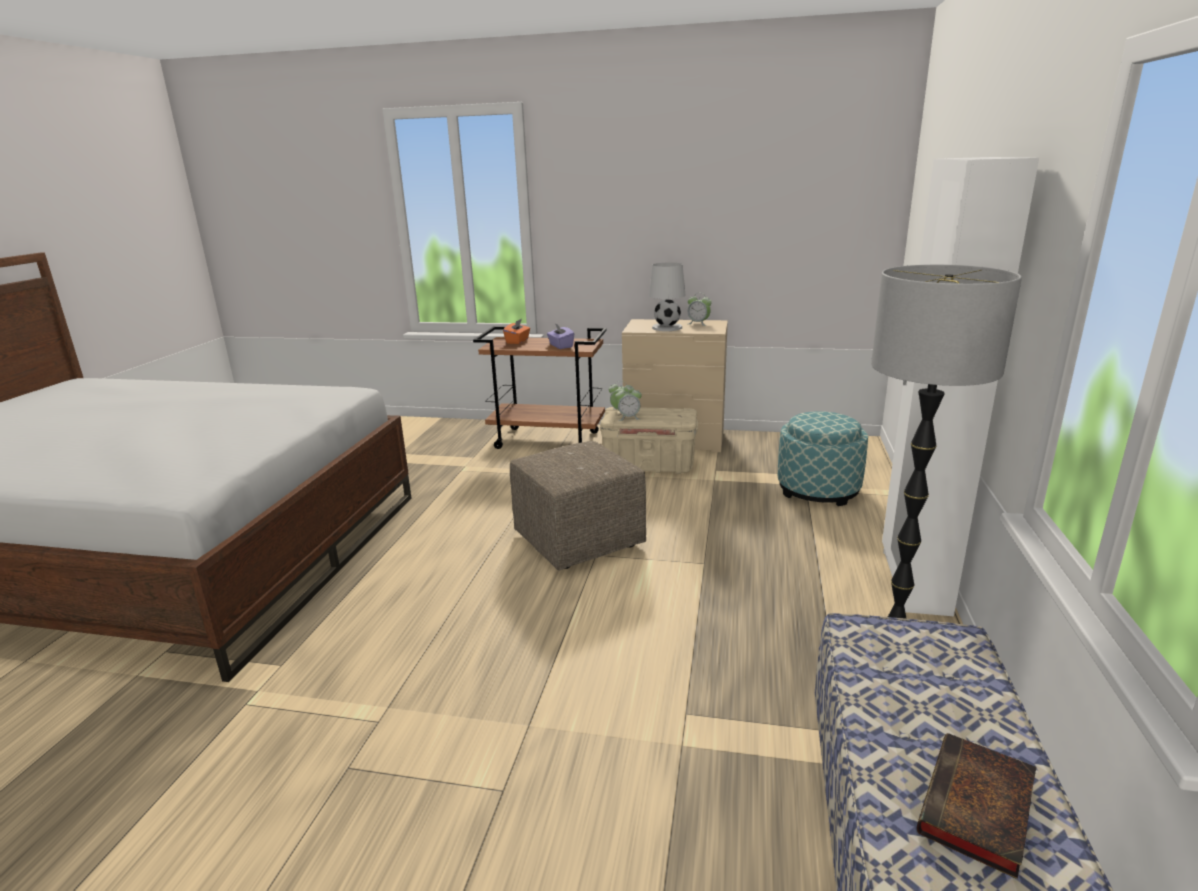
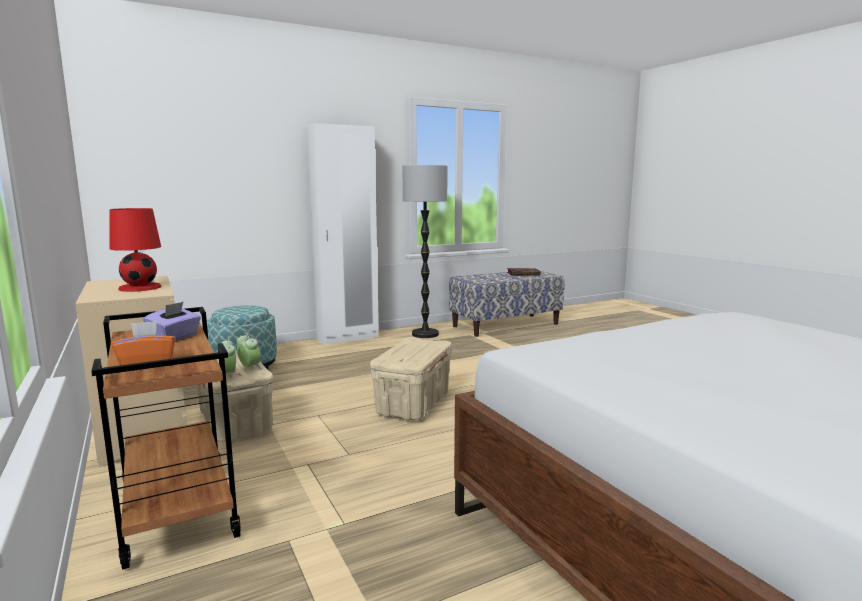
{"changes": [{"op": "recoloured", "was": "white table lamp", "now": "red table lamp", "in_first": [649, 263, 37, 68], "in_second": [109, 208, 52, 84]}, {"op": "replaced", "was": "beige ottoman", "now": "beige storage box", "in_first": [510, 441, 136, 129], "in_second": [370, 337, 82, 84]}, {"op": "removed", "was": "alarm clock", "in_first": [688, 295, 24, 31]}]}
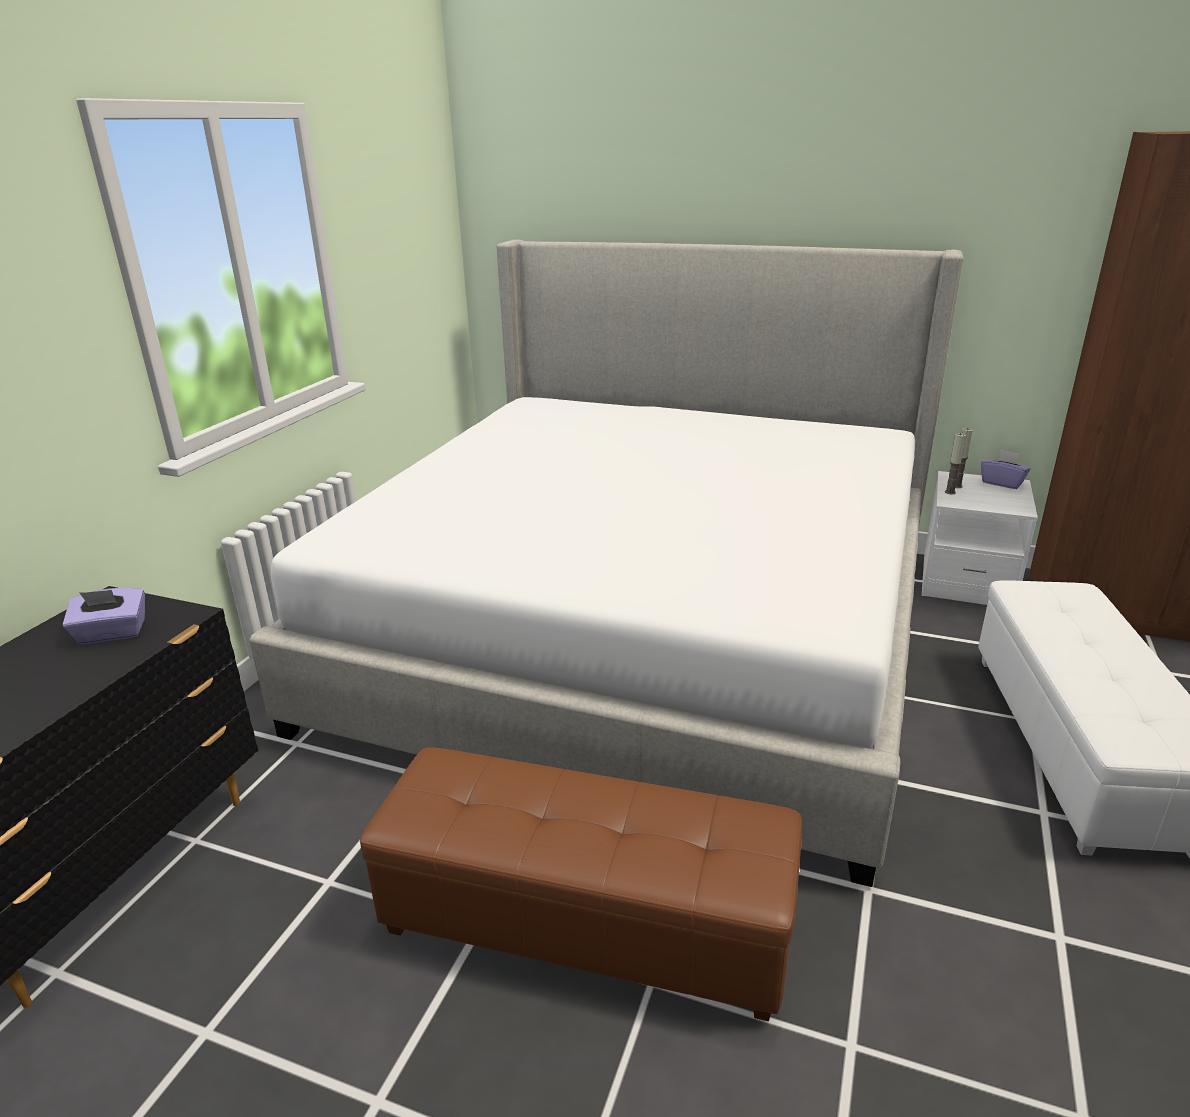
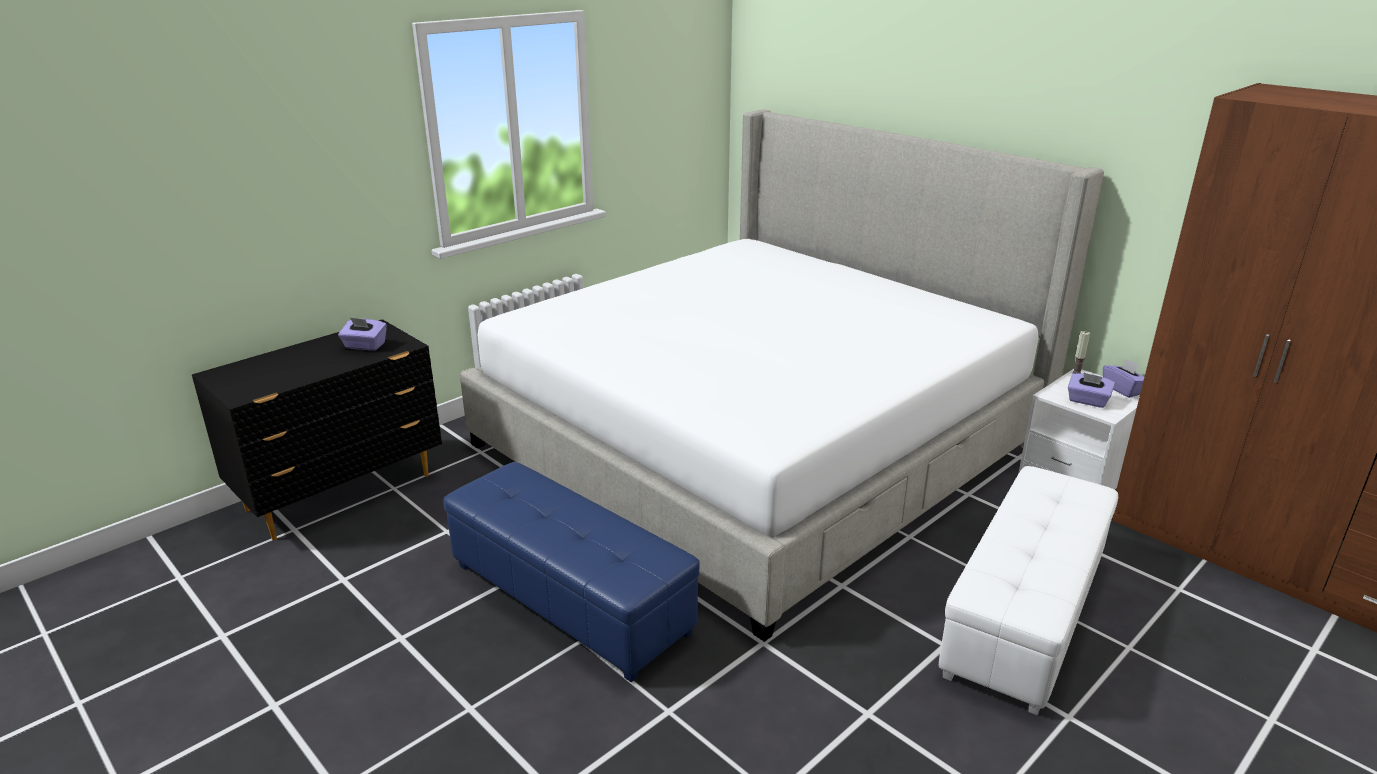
{"changes": [{"op": "recoloured", "was": "brown ottoman", "now": "blue ottoman", "in_first": [360, 747, 442, 274], "in_second": [443, 462, 256, 220]}, {"op": "added", "now": "purple tissue box", "in_second": [1068, 373, 47, 35]}, {"op": "removed", "was": "candle", "in_first": [945, 433, 21, 61]}]}
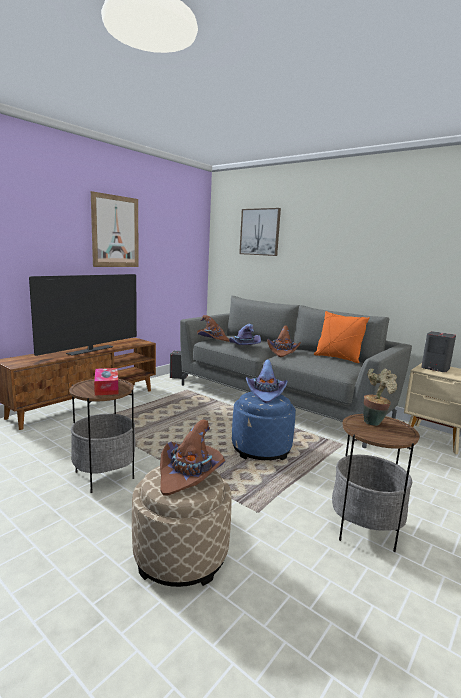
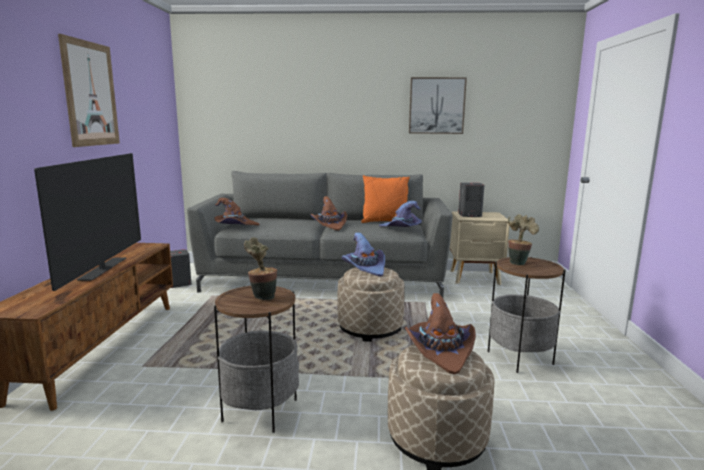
{"changes": [{"op": "replaced", "was": "tissue box", "now": "potted plant", "in_first": [94, 368, 25, 28], "in_second": [244, 237, 33, 63]}, {"op": "recoloured", "was": "blue ottoman", "now": "beige ottoman", "in_first": [232, 392, 64, 68], "in_second": [337, 267, 68, 75]}, {"op": "moved", "was": "purple hat", "in_first": [229, 324, 32, 21], "in_second": [379, 201, 43, 26]}, {"op": "moved", "was": "picture", "in_first": [239, 208, 42, 48], "in_second": [409, 77, 58, 57]}]}
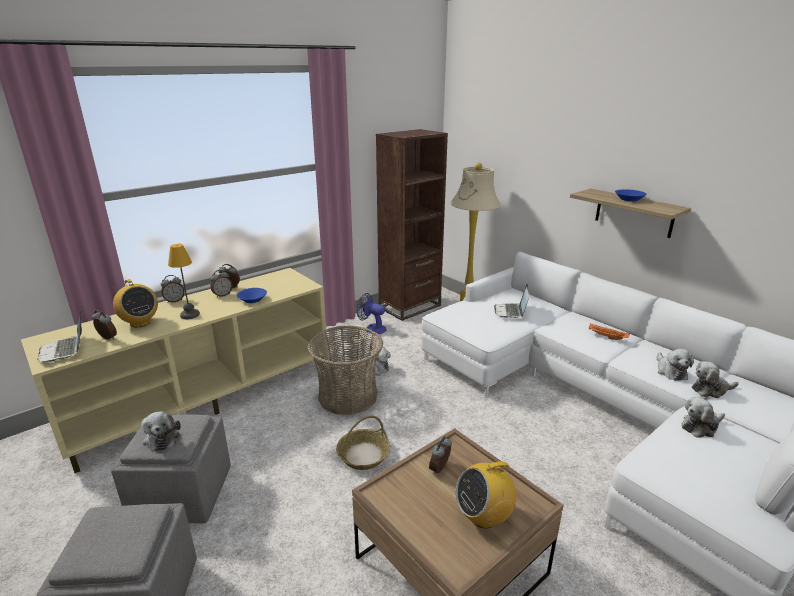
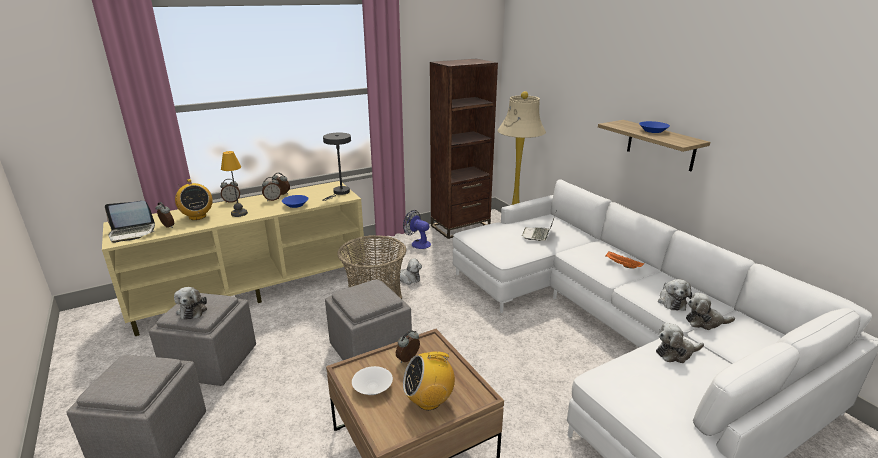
{"changes": [{"op": "turned", "was": "laptop", "in_first": [38, 307, 44, 56], "in_second": [105, 201, 50, 42], "clockwise": -90}, {"op": "added", "now": "grey table lamp", "in_second": [322, 132, 29, 69]}, {"op": "replaced", "was": "basket", "now": "grey ottoman", "in_first": [336, 415, 54, 55], "in_second": [325, 279, 87, 81]}, {"op": "added", "now": "white bowl", "in_second": [352, 366, 41, 29]}]}
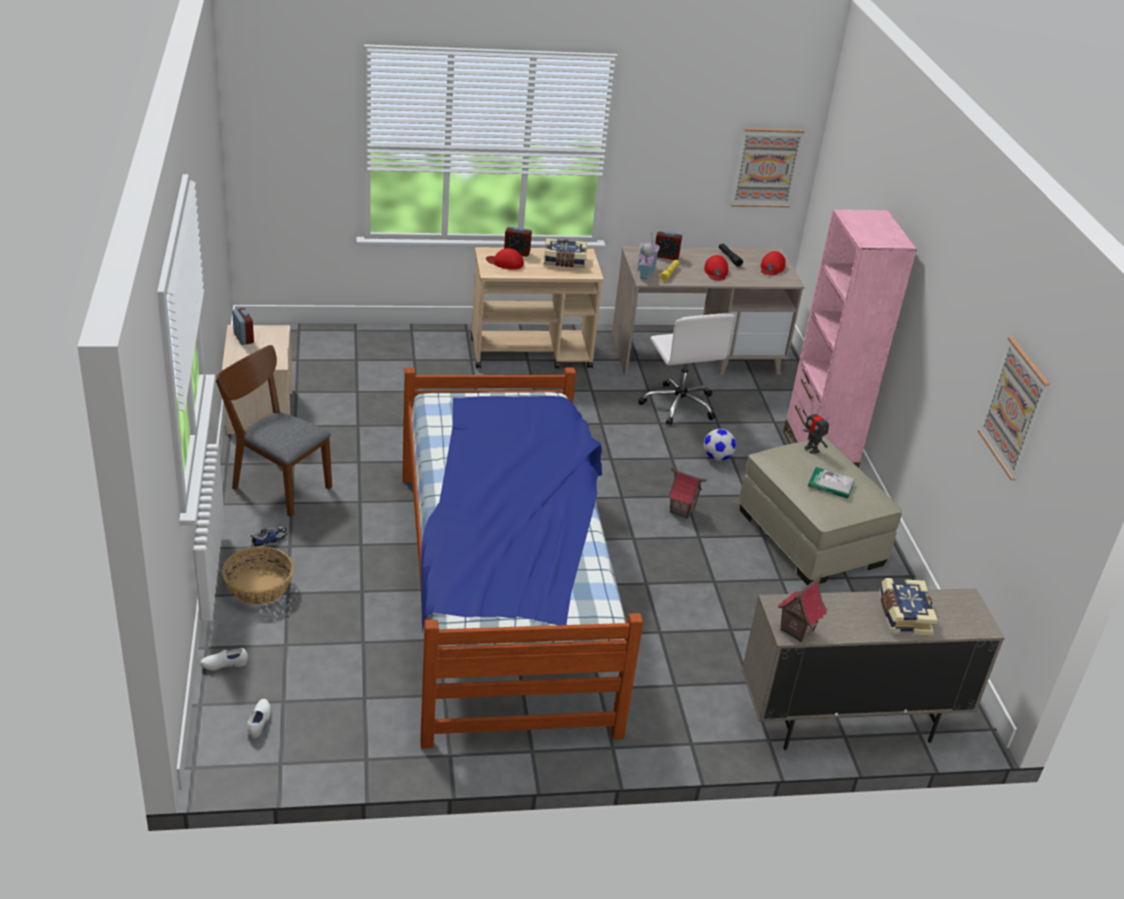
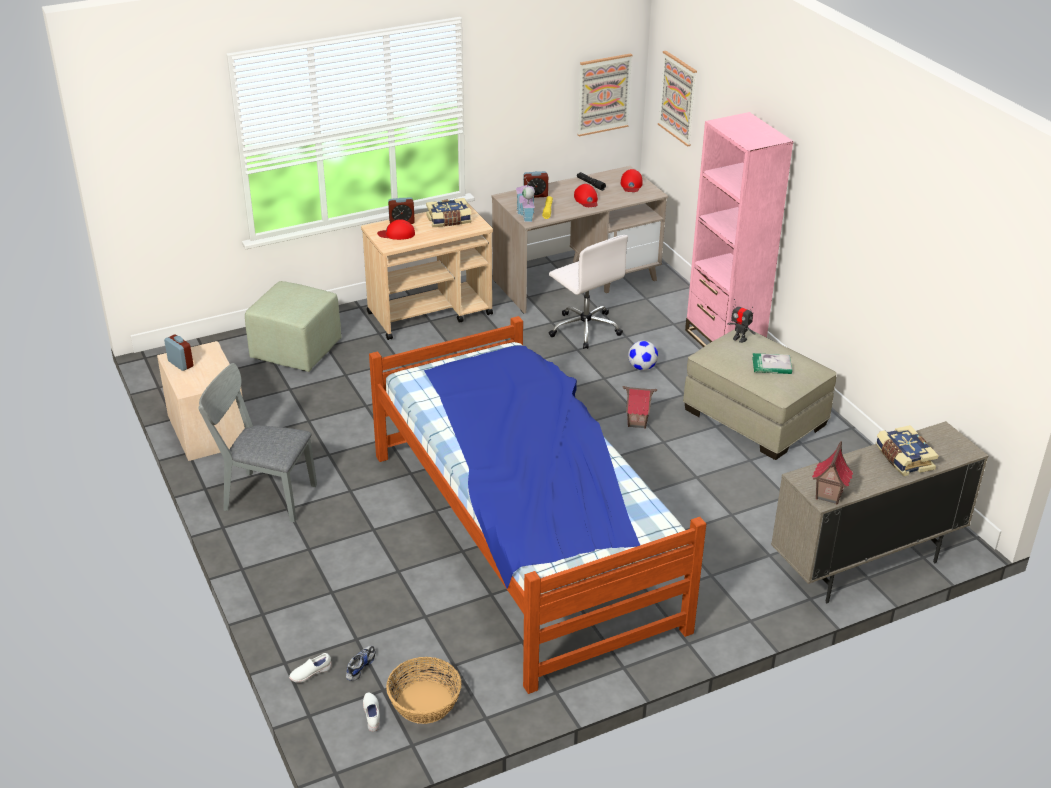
{"changes": [{"op": "recoloured", "was": "brown chair", "now": "grey chair", "in_first": [216, 345, 116, 172], "in_second": [199, 363, 118, 159]}, {"op": "added", "now": "green ottoman", "in_second": [245, 281, 96, 91]}, {"op": "moved", "was": "shoe", "in_first": [251, 527, 37, 20], "in_second": [346, 646, 29, 35]}, {"op": "moved", "was": "basket", "in_first": [222, 546, 72, 59], "in_second": [386, 657, 76, 67]}, {"op": "moved", "was": "picture", "in_first": [978, 337, 72, 143], "in_second": [658, 51, 39, 96]}]}
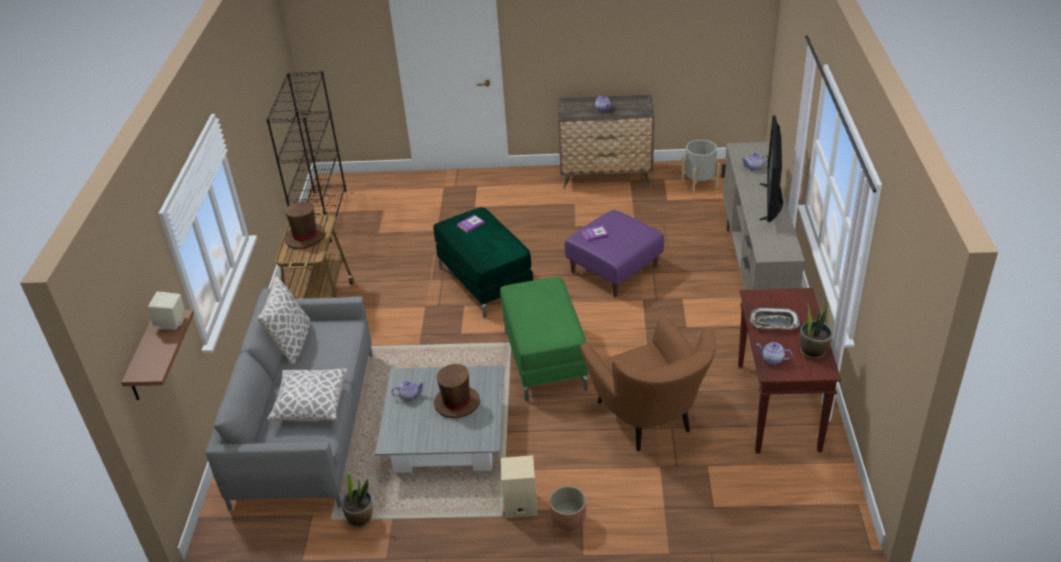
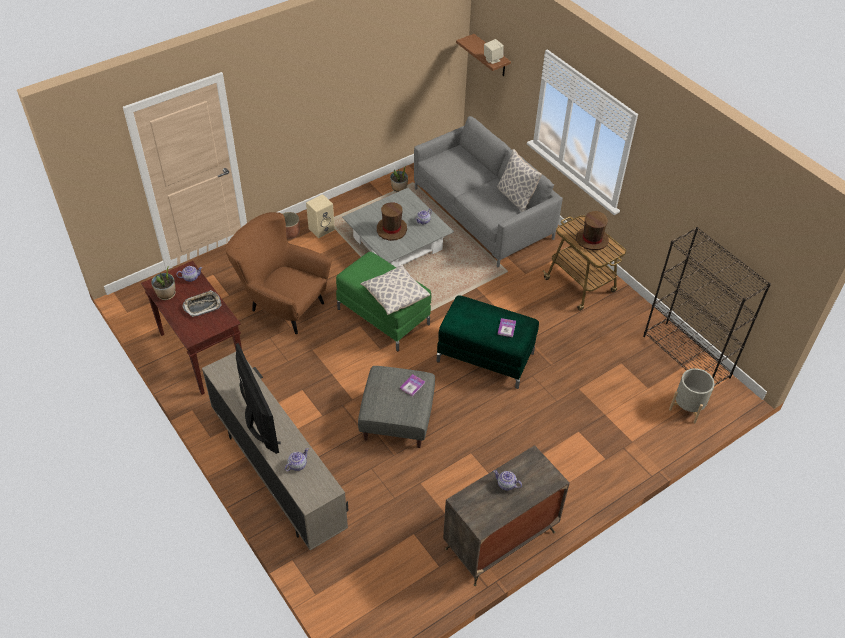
{"changes": [{"op": "recoloured", "was": "purple ottoman", "now": "grey ottoman", "in_first": [565, 210, 99, 87], "in_second": [358, 366, 77, 82]}, {"op": "moved", "was": "pillow", "in_first": [267, 369, 82, 52], "in_second": [360, 264, 70, 51]}, {"op": "moved", "was": "grey planter", "in_first": [681, 140, 39, 53], "in_second": [669, 368, 46, 55]}]}
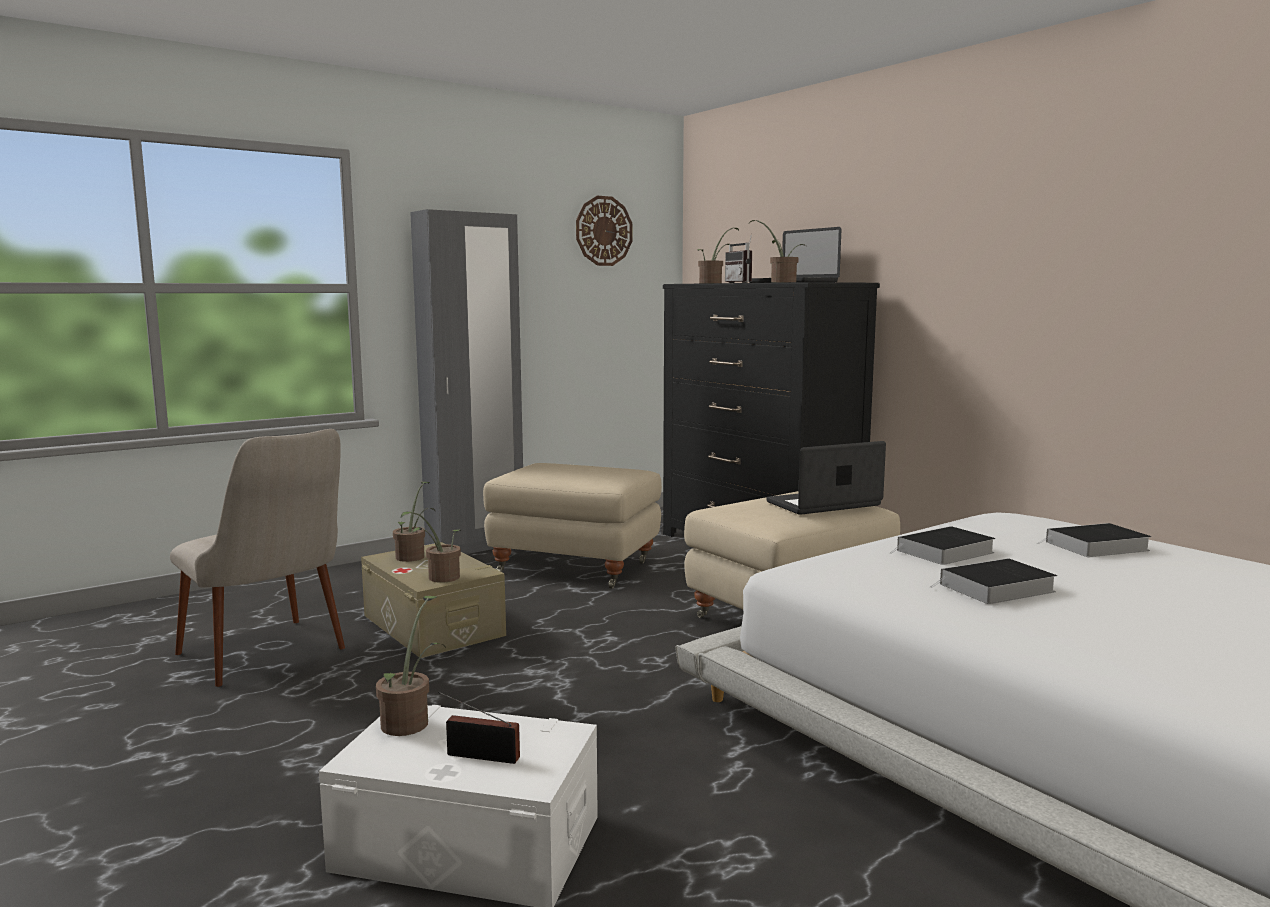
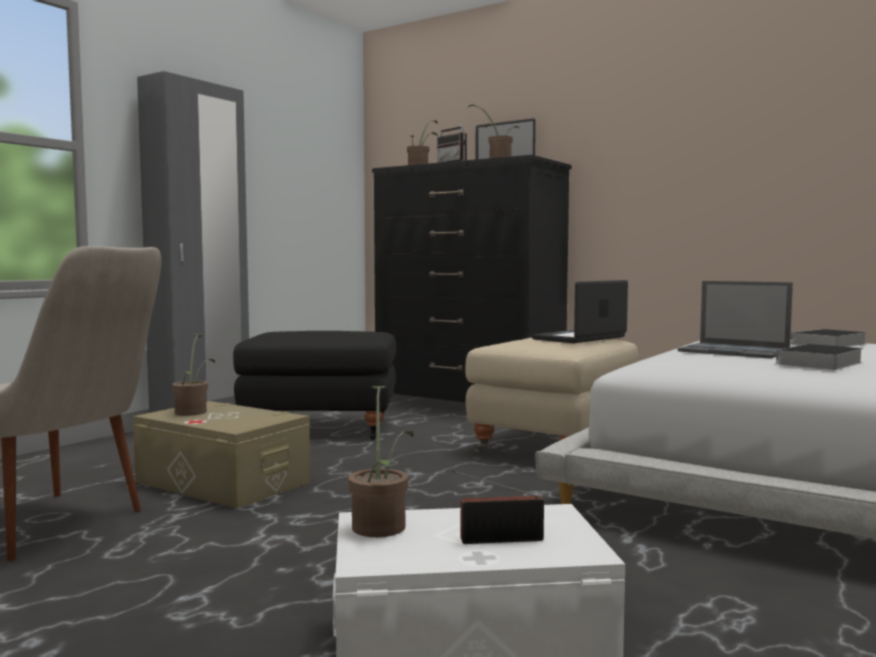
{"changes": [{"op": "recoloured", "was": "beige ottoman", "now": "black ottoman", "in_first": [483, 463, 179, 126], "in_second": [233, 331, 163, 109]}, {"op": "replaced", "was": "book", "now": "laptop", "in_first": [889, 526, 107, 39], "in_second": [678, 281, 115, 78]}, {"op": "removed", "was": "potted plant", "in_first": [401, 511, 60, 72]}, {"op": "removed", "was": "wall clock", "in_first": [576, 196, 56, 70]}]}
